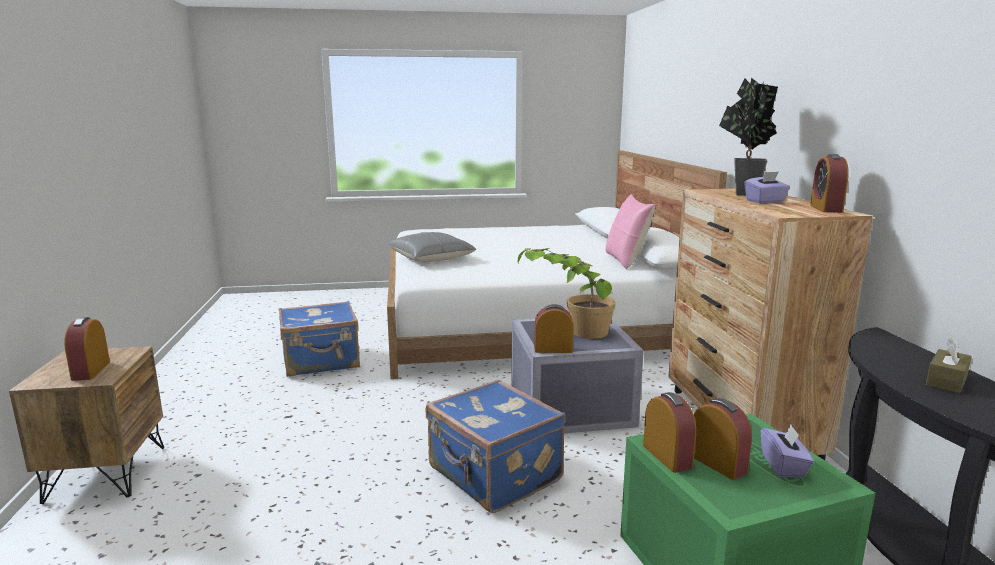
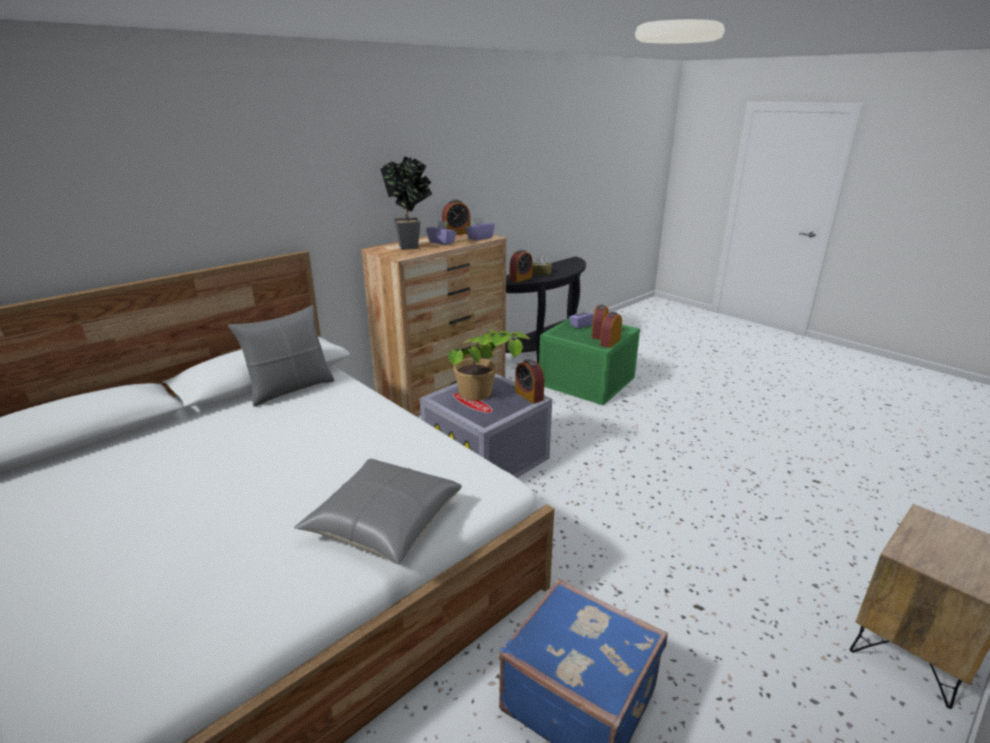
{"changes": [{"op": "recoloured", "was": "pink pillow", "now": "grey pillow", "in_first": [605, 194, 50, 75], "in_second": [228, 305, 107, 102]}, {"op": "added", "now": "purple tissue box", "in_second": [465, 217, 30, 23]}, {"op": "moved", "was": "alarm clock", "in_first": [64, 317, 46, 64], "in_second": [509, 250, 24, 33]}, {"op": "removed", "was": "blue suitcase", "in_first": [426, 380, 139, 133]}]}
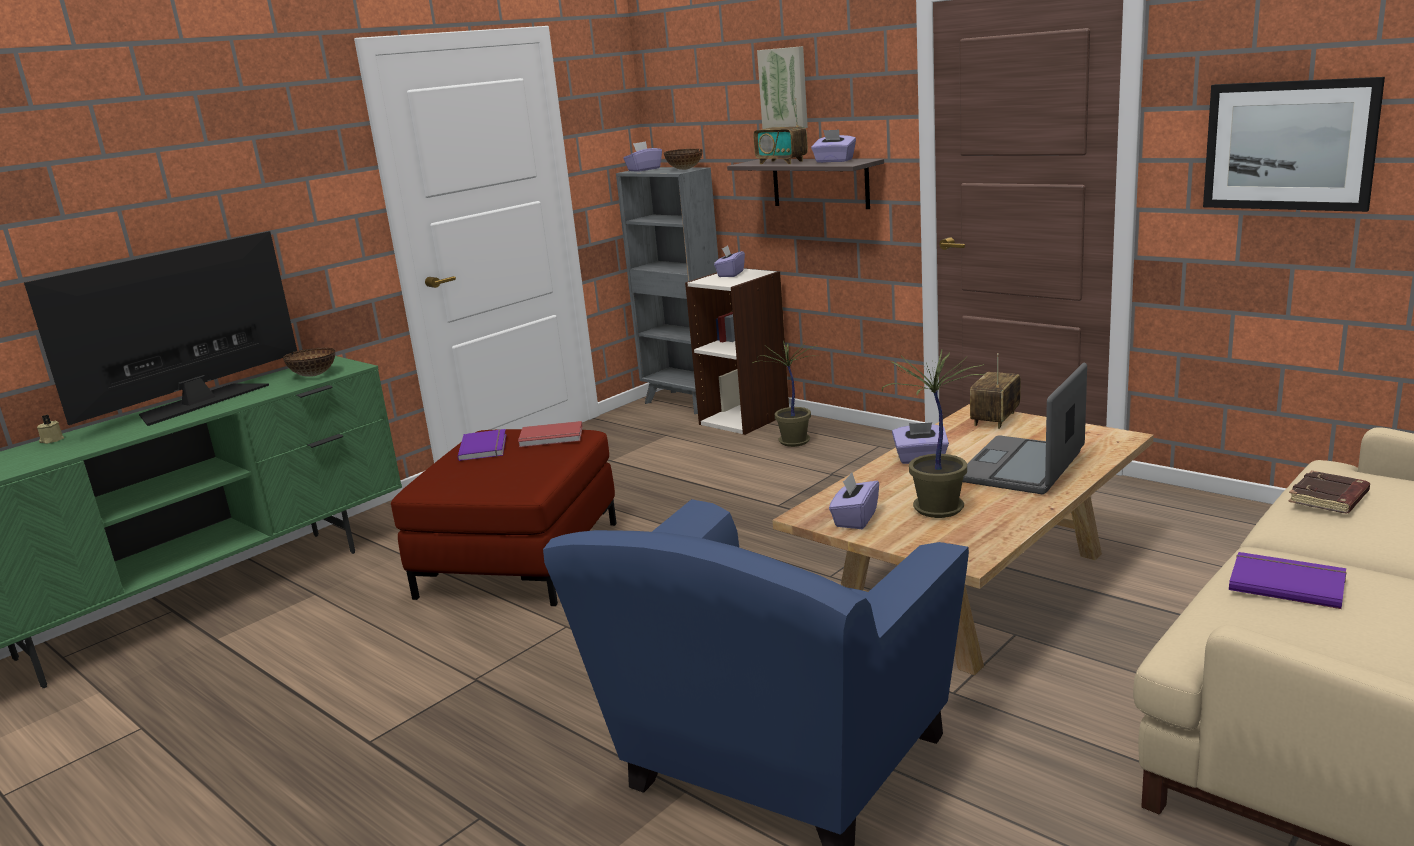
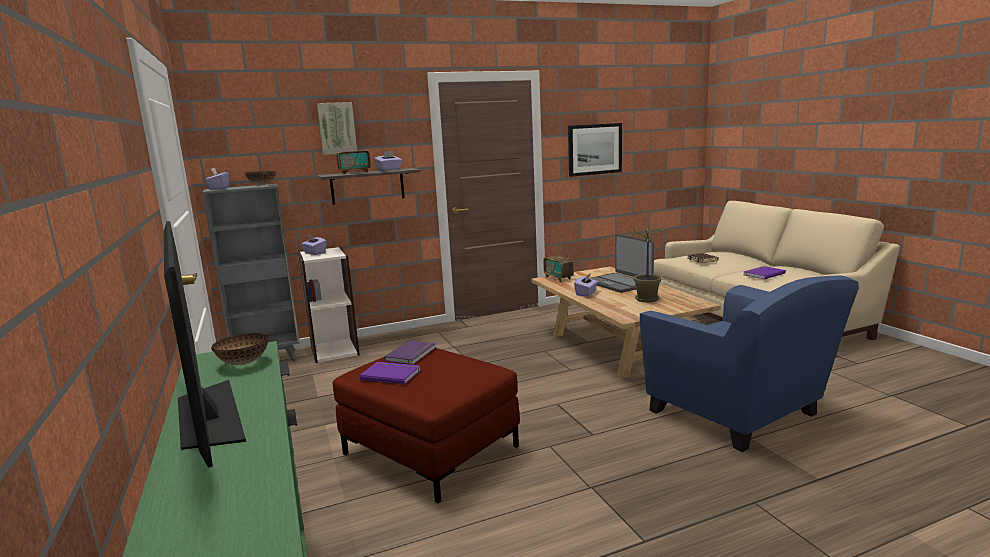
{"changes": [{"op": "recoloured", "was": "red book", "now": "purple book", "in_first": [518, 421, 64, 26], "in_second": [384, 341, 52, 24]}, {"op": "removed", "was": "beige candle", "in_first": [37, 415, 27, 29]}, {"op": "removed", "was": "potted plant", "in_first": [753, 340, 63, 107]}, {"op": "removed", "was": "purple tissue box", "in_first": [829, 472, 50, 57]}]}
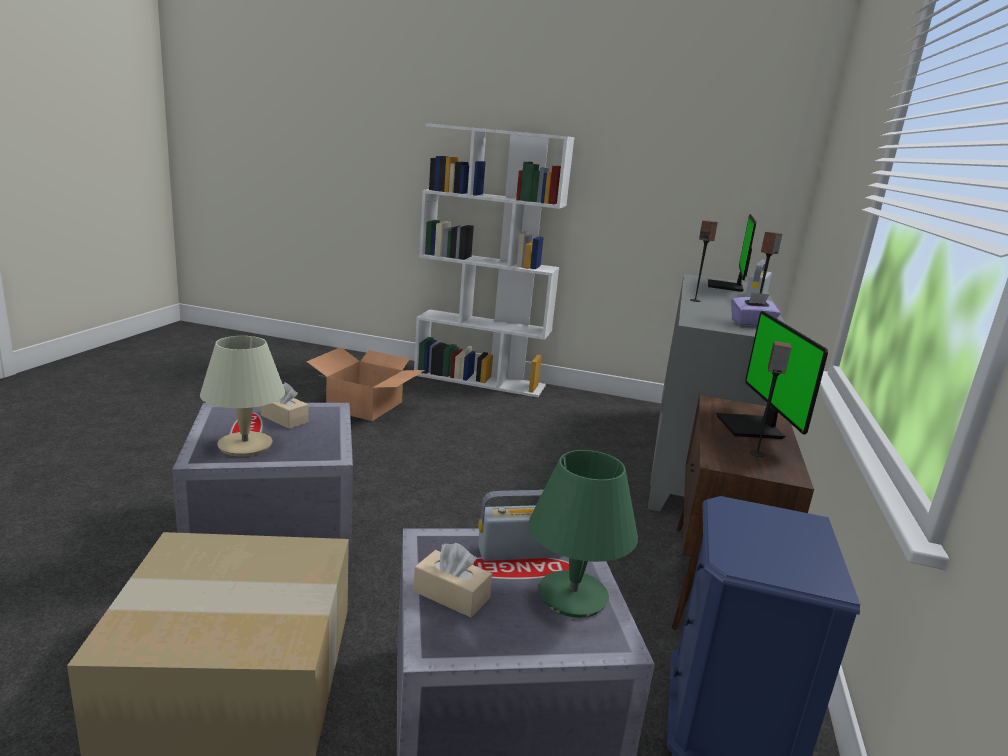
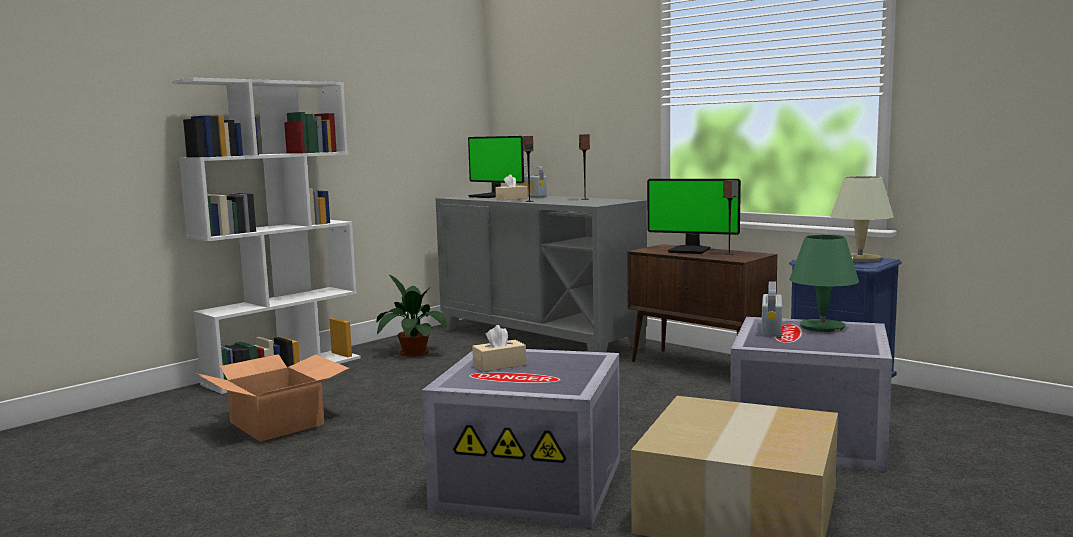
{"changes": [{"op": "added", "now": "potted plant", "in_second": [376, 275, 71, 82]}, {"op": "moved", "was": "beige tissue box", "in_first": [413, 543, 79, 74], "in_second": [495, 174, 33, 26]}, {"op": "moved", "was": "beige table lamp", "in_first": [200, 336, 85, 121], "in_second": [830, 176, 64, 86]}, {"op": "removed", "was": "purple tissue box", "in_first": [731, 293, 50, 34]}]}
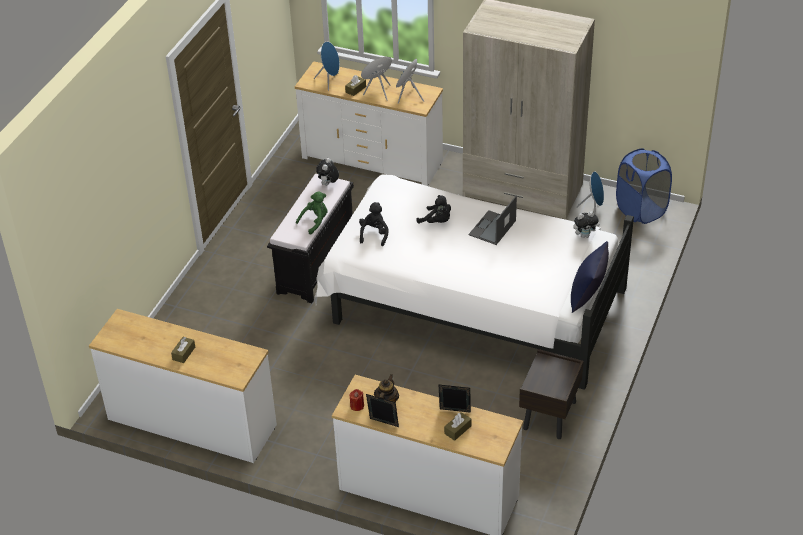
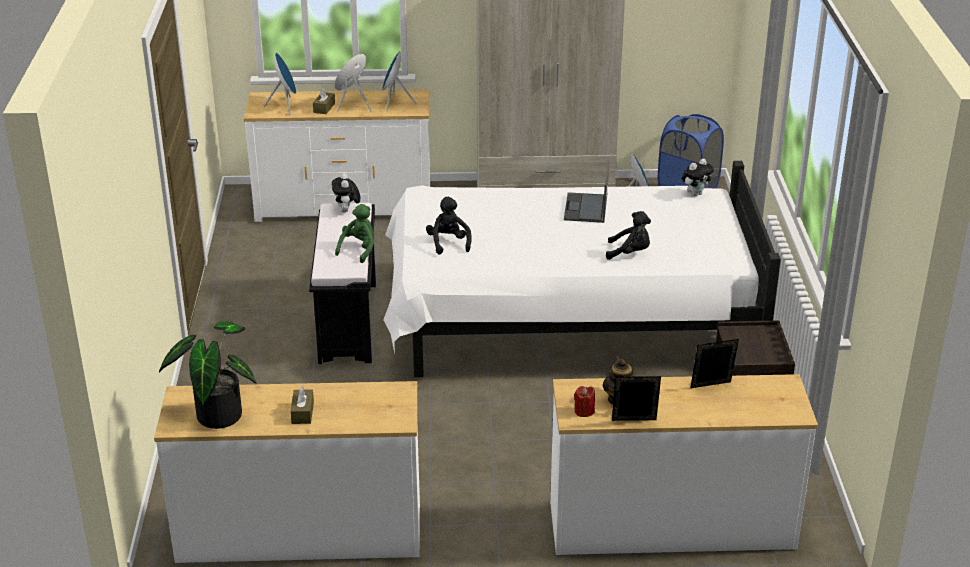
{"changes": [{"op": "added", "now": "potted plant", "in_second": [159, 321, 97, 108]}, {"op": "moved", "was": "black plush toy", "in_first": [416, 195, 35, 29], "in_second": [606, 211, 45, 49]}, {"op": "removed", "was": "brown tissue box", "in_first": [444, 412, 27, 29]}, {"op": "removed", "was": "blue pillow", "in_first": [571, 241, 38, 72]}]}
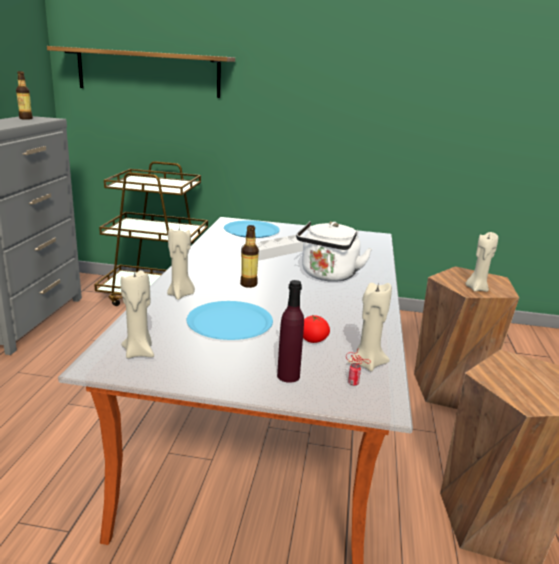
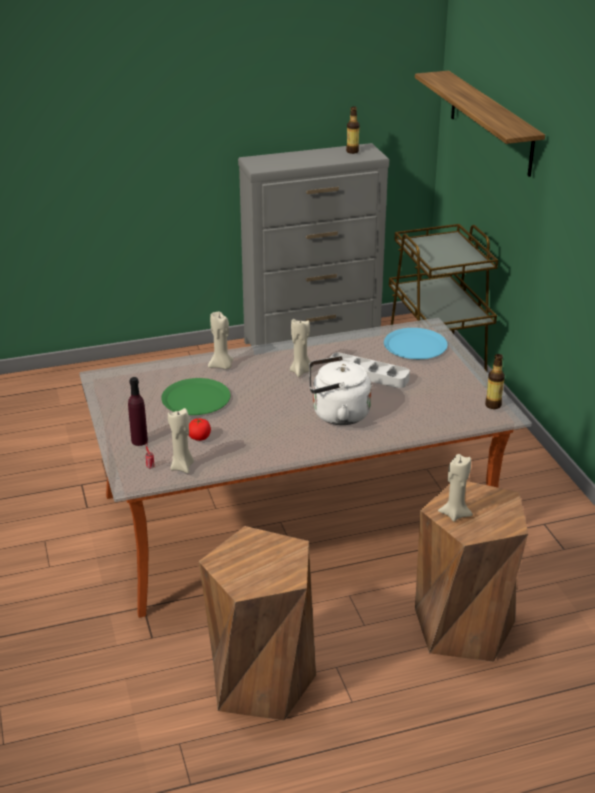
{"changes": [{"op": "recoloured", "was": "blue plate", "now": "green plate", "in_first": [187, 301, 86, 39], "in_second": [161, 378, 69, 37]}, {"op": "moved", "was": "beige candle", "in_first": [121, 269, 33, 90], "in_second": [290, 318, 23, 59]}, {"op": "moved", "was": "bottle", "in_first": [240, 225, 19, 63], "in_second": [485, 354, 20, 55]}]}
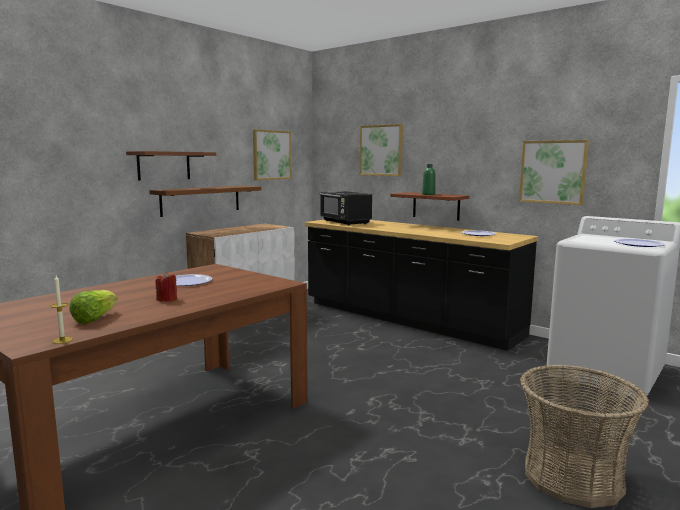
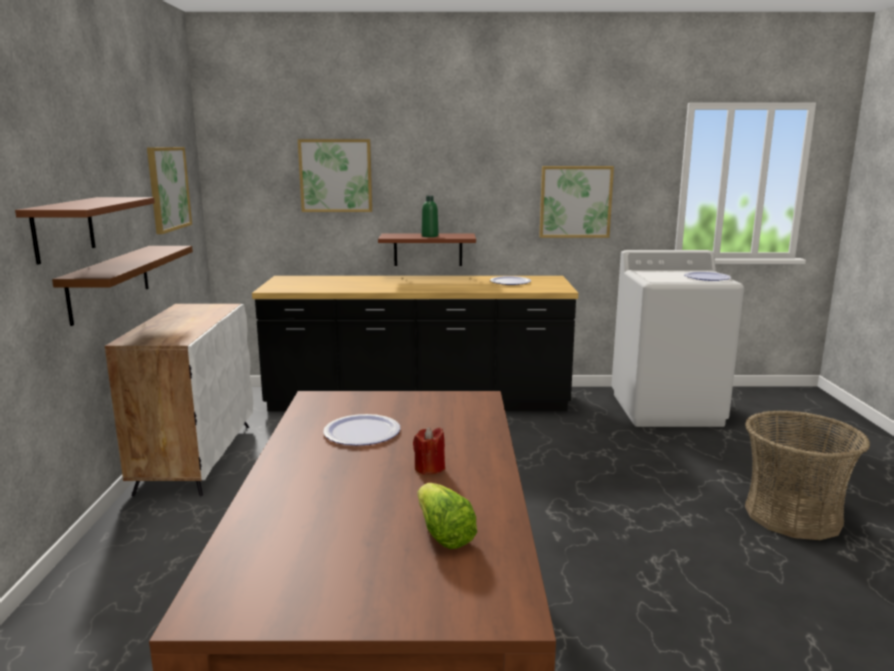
{"changes": [{"op": "removed", "was": "candle", "in_first": [50, 275, 23, 69]}, {"op": "removed", "was": "black microwave", "in_first": [320, 191, 52, 35]}]}
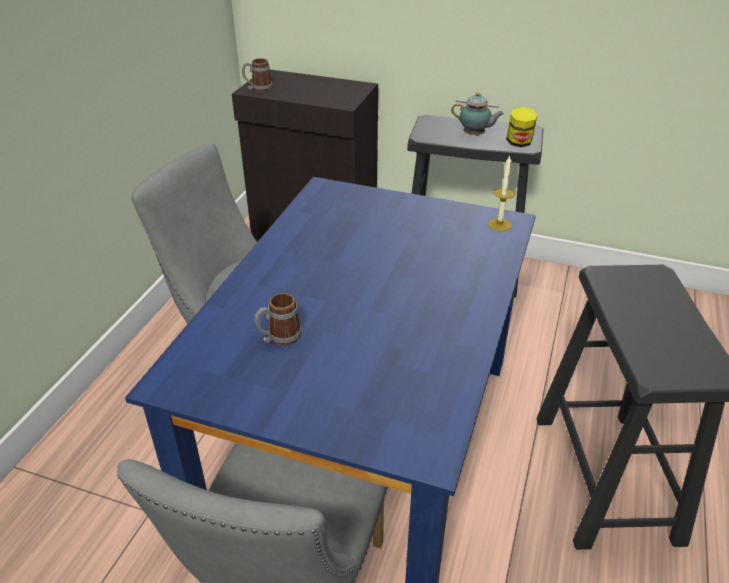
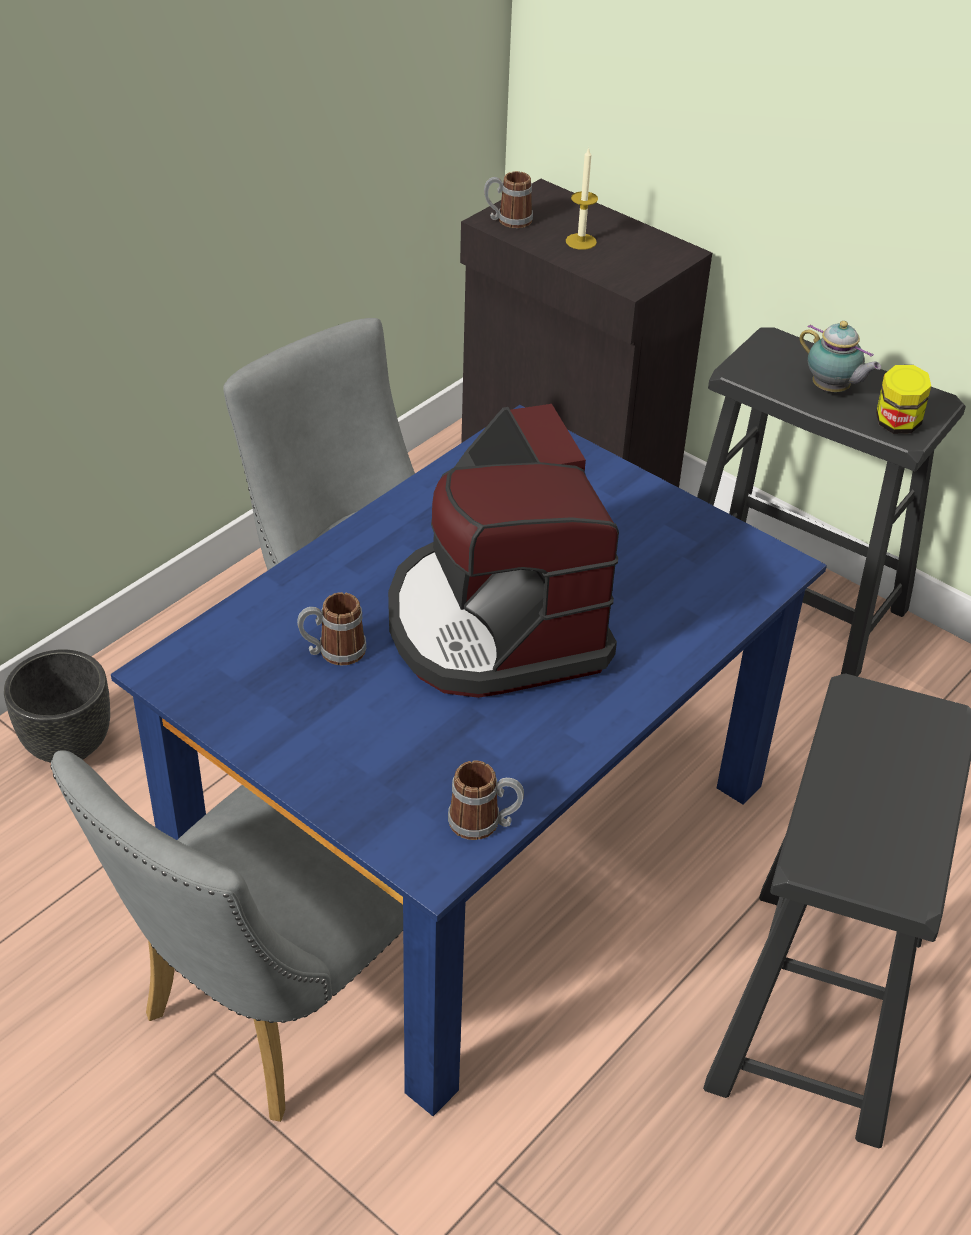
{"changes": [{"op": "added", "now": "black planter", "in_second": [4, 649, 106, 114]}, {"op": "added", "now": "coffee machine", "in_second": [388, 404, 231, 294]}, {"op": "added", "now": "mug", "in_second": [448, 760, 76, 80]}, {"op": "moved", "was": "candle", "in_first": [488, 155, 27, 76], "in_second": [566, 147, 32, 103]}]}
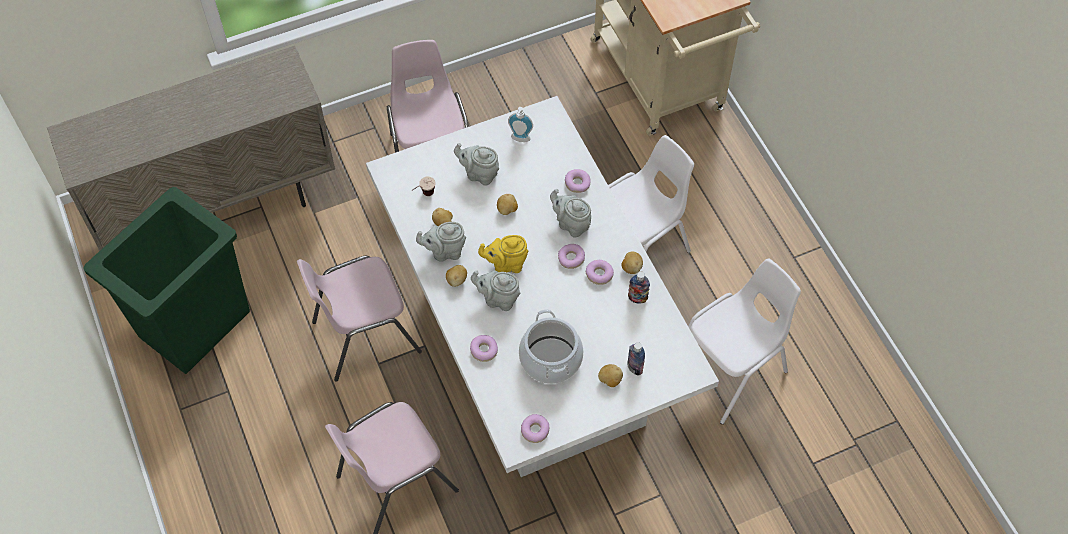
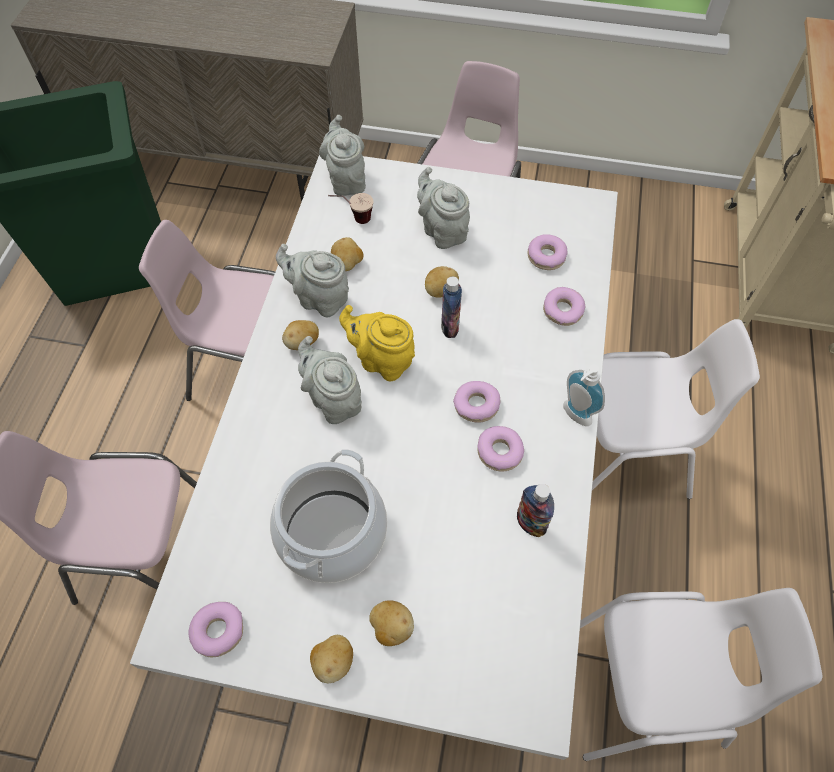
{"changes": [{"op": "moved", "was": "potato", "in_first": [621, 252, 22, 22], "in_second": [310, 635, 43, 48]}, {"op": "moved", "was": "grey teapot", "in_first": [550, 189, 41, 48], "in_second": [319, 115, 47, 81]}, {"op": "moved", "was": "bottle", "in_first": [627, 342, 18, 33], "in_second": [441, 277, 21, 61]}, {"op": "moved", "was": "donut", "in_first": [470, 335, 28, 27], "in_second": [528, 234, 39, 36]}, {"op": "moved", "was": "soap dispenser", "in_first": [508, 107, 25, 35], "in_second": [563, 365, 42, 61]}]}
